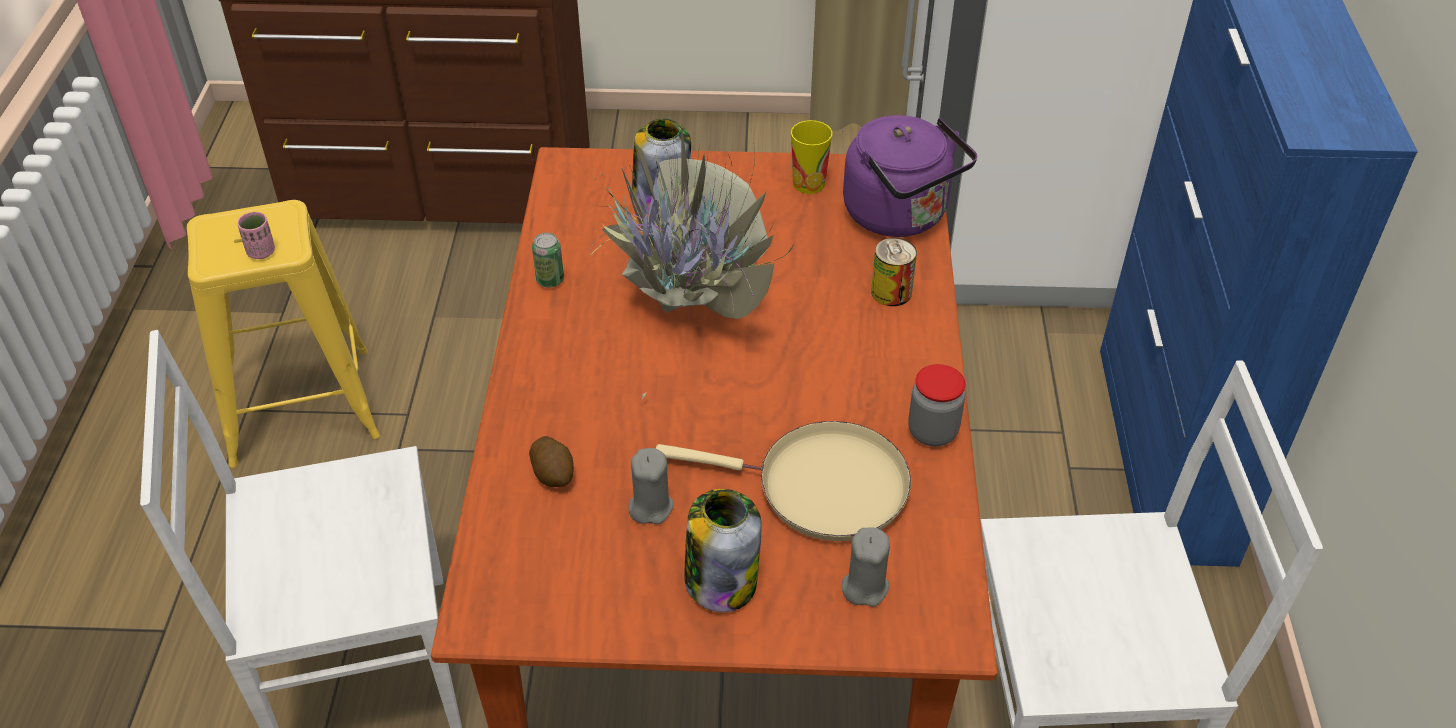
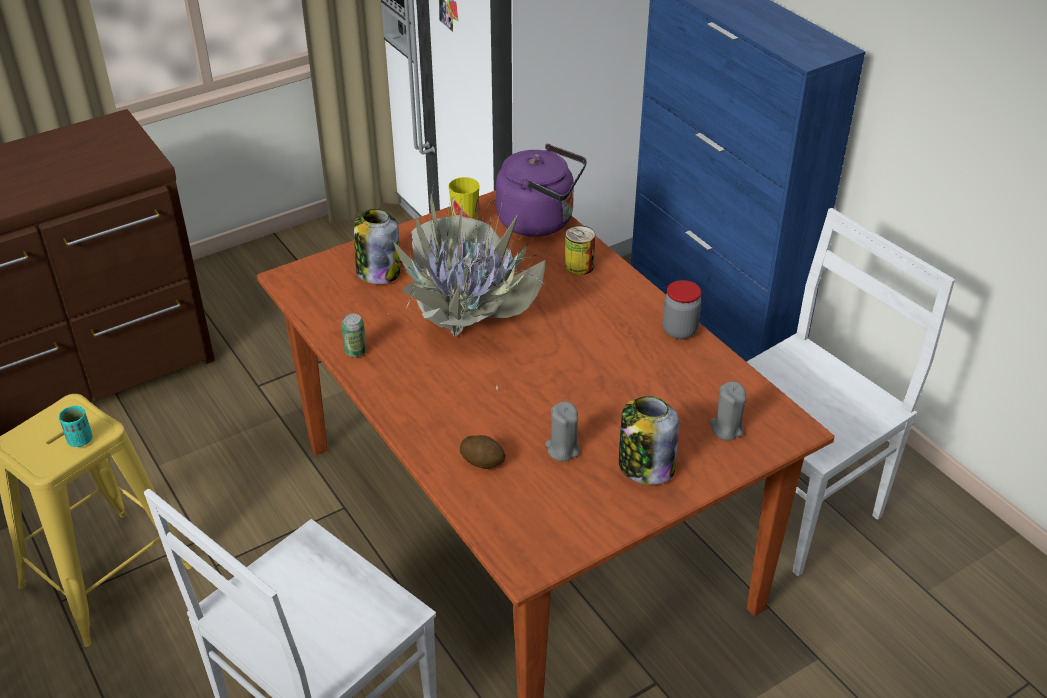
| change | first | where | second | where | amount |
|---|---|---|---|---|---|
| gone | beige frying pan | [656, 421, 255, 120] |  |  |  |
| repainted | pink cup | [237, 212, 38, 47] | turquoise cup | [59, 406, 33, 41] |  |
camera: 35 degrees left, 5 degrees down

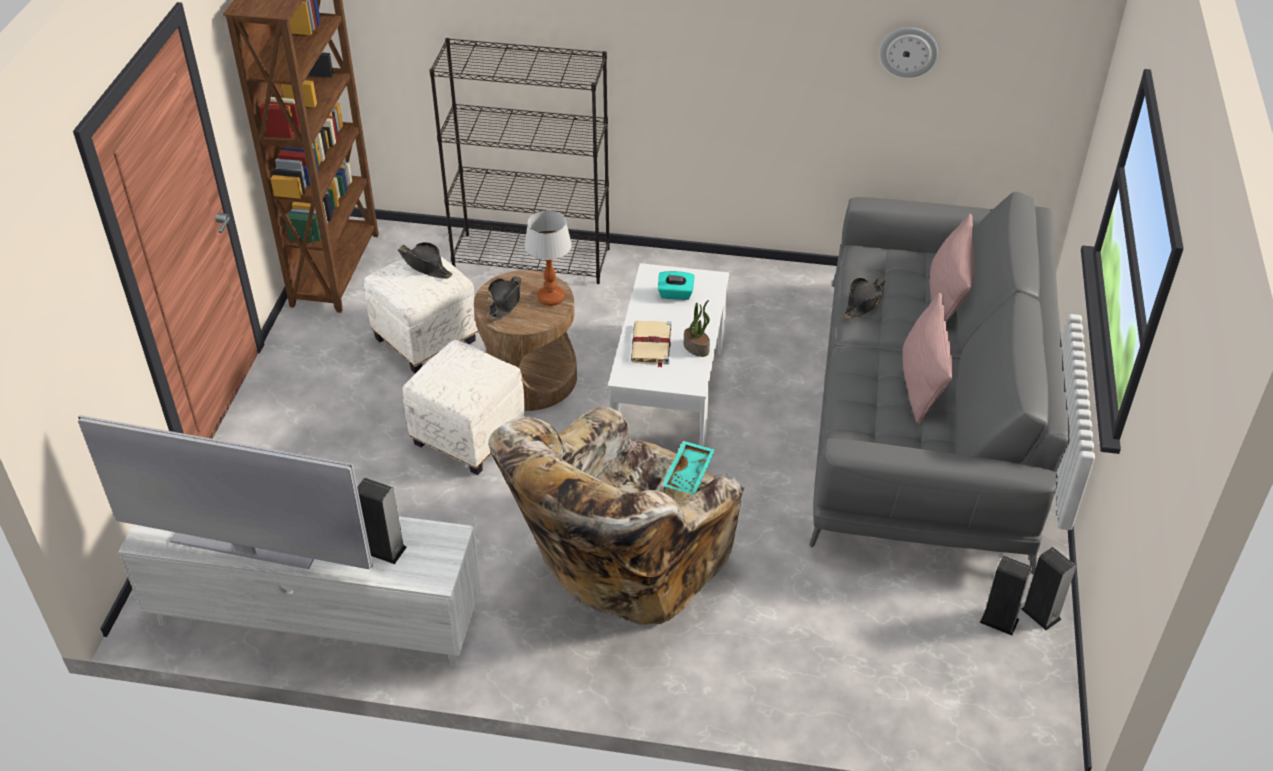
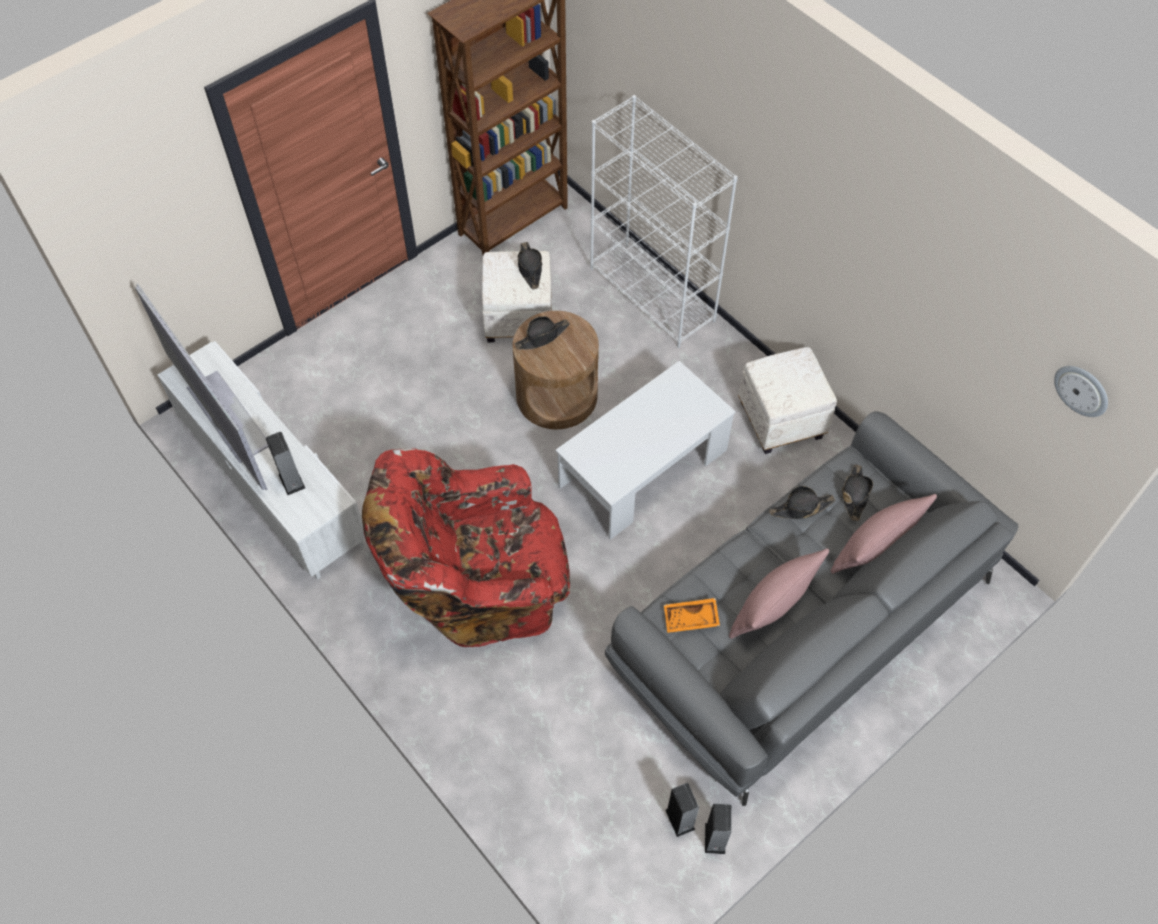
| change | first | where | second | where | amount |
|---|---|---|---|---|---|
| gone | table lamp | [524, 211, 48, 95] |  |  |  |
| gone | beige book | [631, 321, 40, 47] |  |  |  |
| gone | turquoise tissue box | [658, 271, 37, 29] |  |  |  |
| gone | turquoise tray | [662, 441, 53, 53] |  |  |  |
| gone | potted plant | [684, 300, 26, 57] |  |  |  |
| new |  |  | orange tray | [664, 598, 56, 35] |  |
| new |  |  | black hat | [842, 465, 31, 56] |  |
| shifted | white ottoman | [403, 340, 122, 135] |  | [738, 347, 99, 107] |  |
| shifted | wall clock | [880, 28, 58, 50] |  | [1054, 366, 54, 51] |  |
| repainted | black bookcase | [429, 38, 181, 246] | white bookcase | [590, 95, 148, 253] |  |
| repainted | beige armchair | [488, 406, 256, 219] | red armchair | [362, 448, 208, 199] |  |
camera: 40 degrees right, 15 degrees up

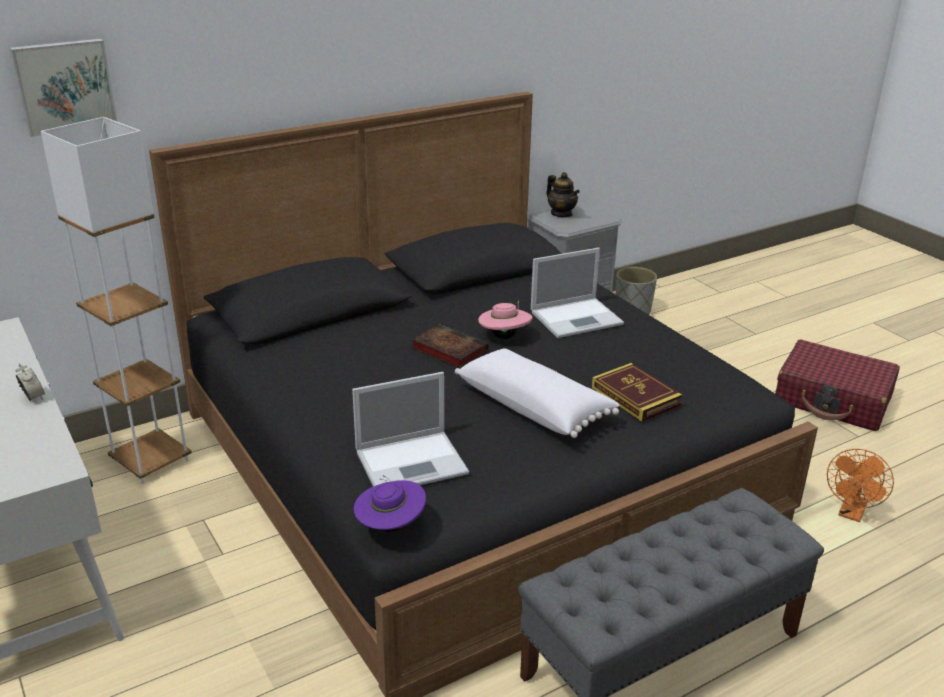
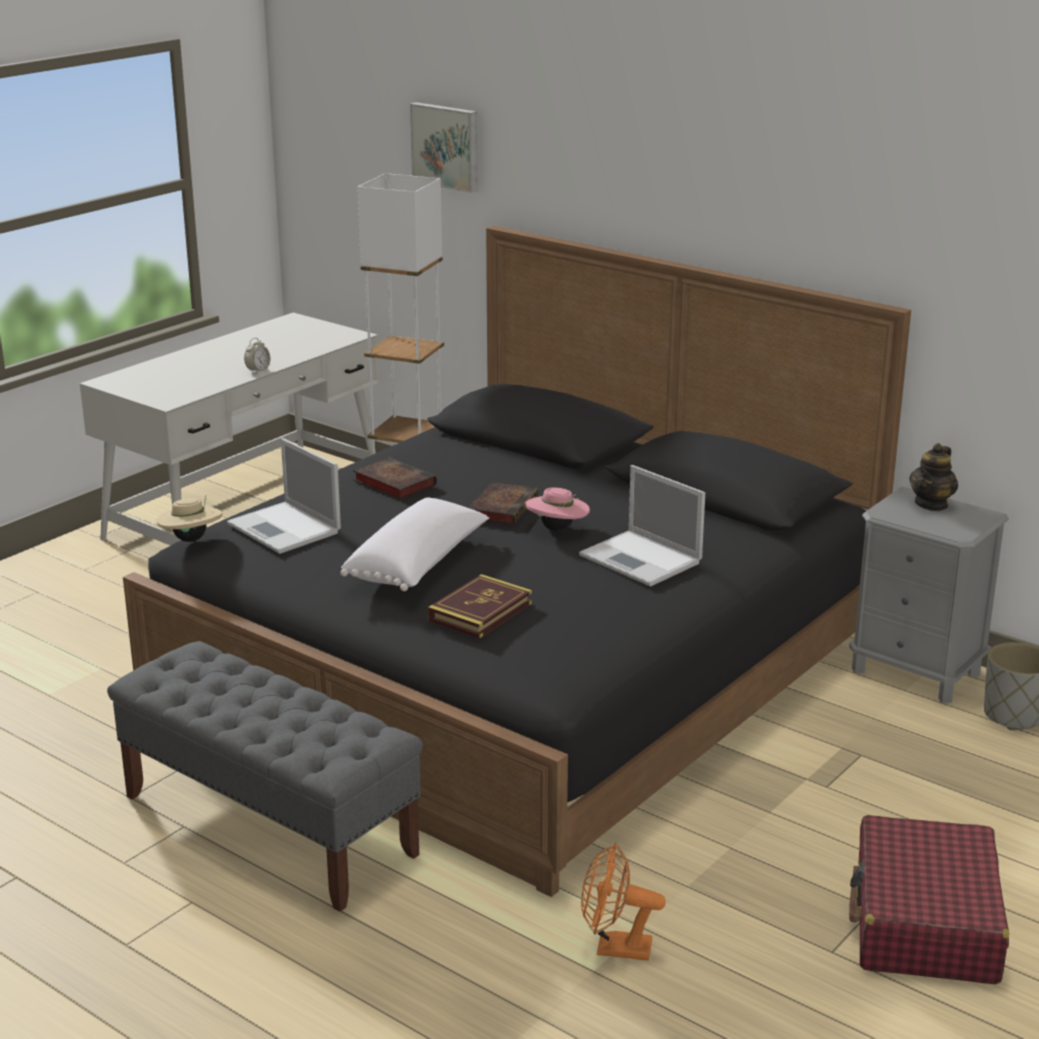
| change | first | where | second | where | amount |
|---|---|---|---|---|---|
| new |  |  | book | [353, 457, 84, 43] |  |
| repainted | purple hat | [353, 475, 73, 57] | beige hat | [156, 495, 67, 47] |  |
camera: 70 degrees right, 5 degrees down

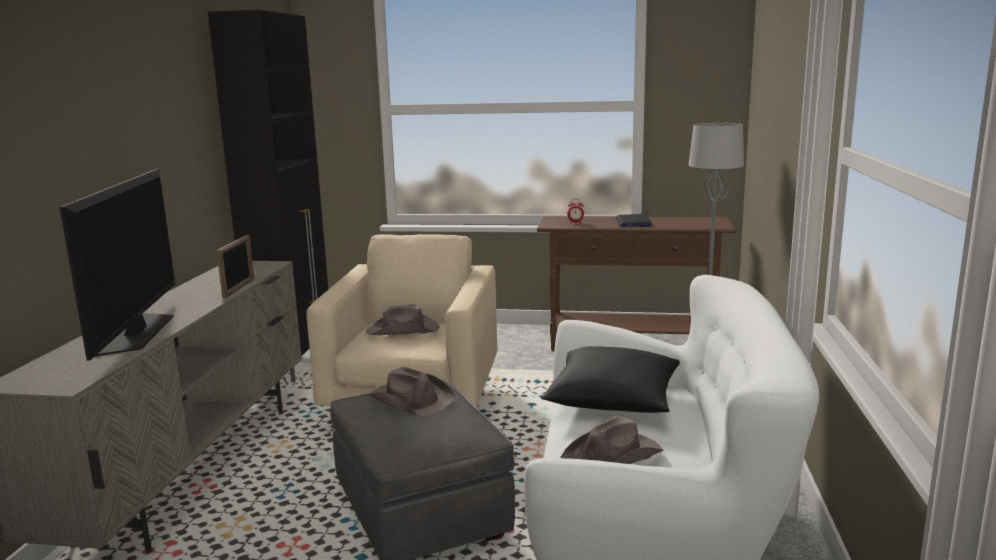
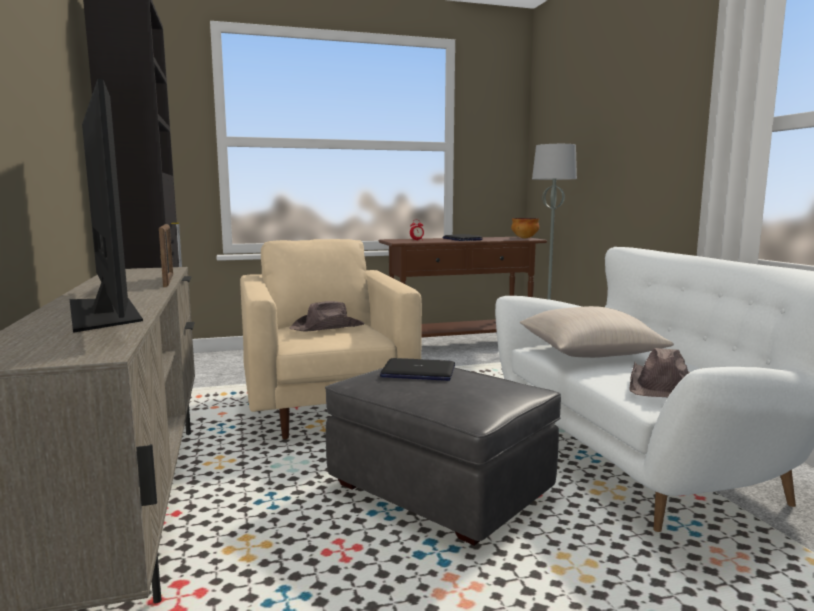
| change | first | where | second | where | amount |
|---|---|---|---|---|---|
| new |  |  | bowl | [511, 218, 28, 20] |  |
| swapped | brown hat | [369, 366, 86, 51] | laptop | [380, 358, 75, 23] |  |
| repainted | black pillow | [541, 346, 139, 67] | beige pillow | [520, 306, 154, 52] |  |
camera: 25 degrees left, 5 degrees down

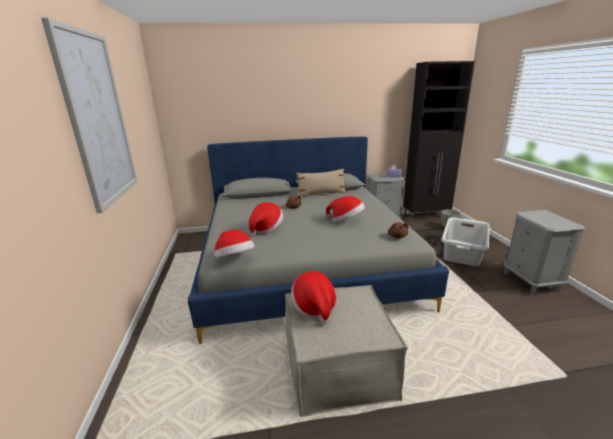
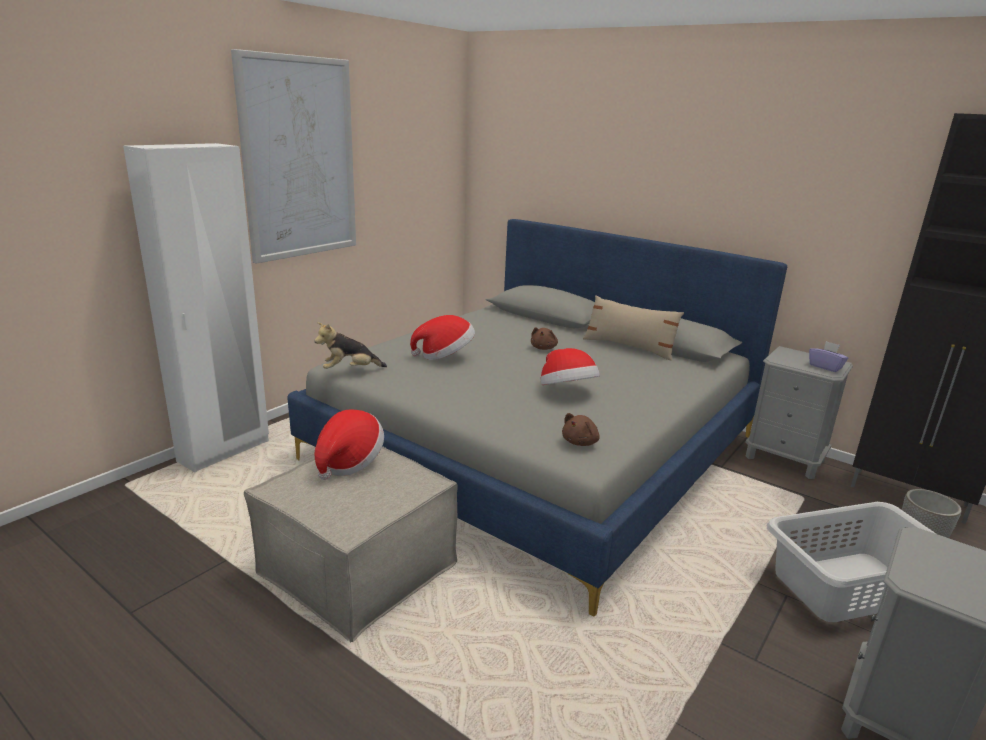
| change | first | where | second | where | amount |
|---|---|---|---|---|---|
| new |  |  | white wardrobe | [123, 143, 146, 330] |  |
| swapped | hat | [214, 230, 41, 28] | plush toy | [314, 322, 73, 47] |  |
camera: 45 degrees right, 0 degrees up

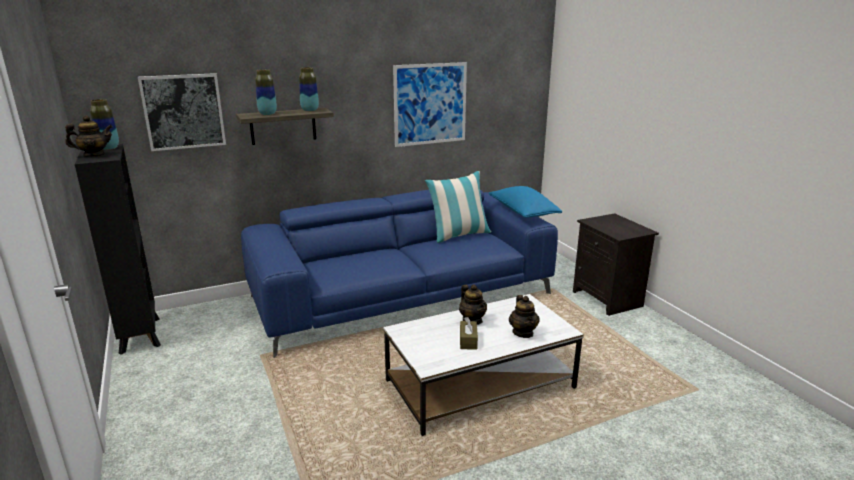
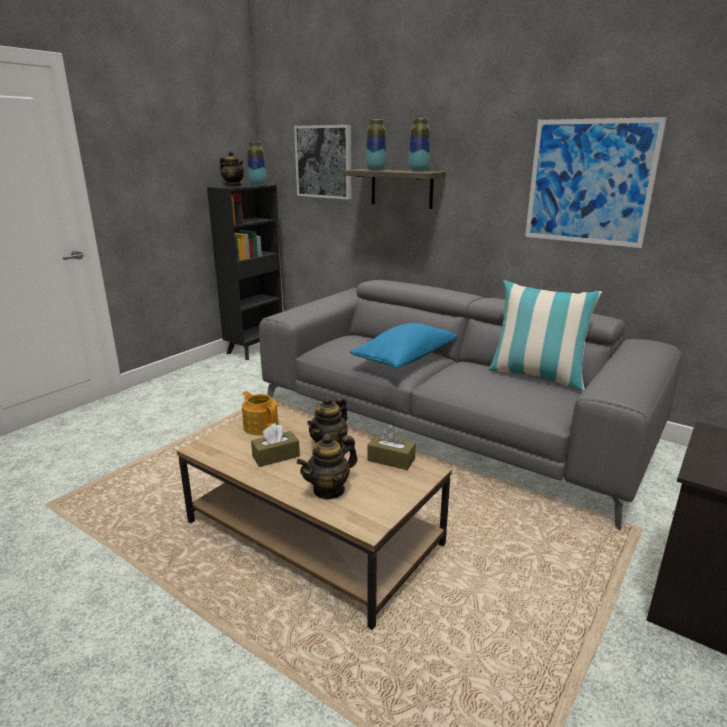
| change | first | where | second | where | amount |
|---|---|---|---|---|---|
| new |  |  | teapot | [242, 391, 36, 44] |  |
| new |  |  | brown tissue box | [367, 428, 49, 42] |  |
| shifted | blue pillow | [489, 186, 73, 32] |  | [350, 323, 108, 46] |  |
| repainted | blue sofa | [241, 190, 317, 168] | grey sofa | [259, 280, 423, 251] |  |
| repainted | white coffee table | [383, 294, 201, 142] | brown coffee table | [176, 407, 276, 223] |  |
camera: 60 degrees right, 0 degrees up

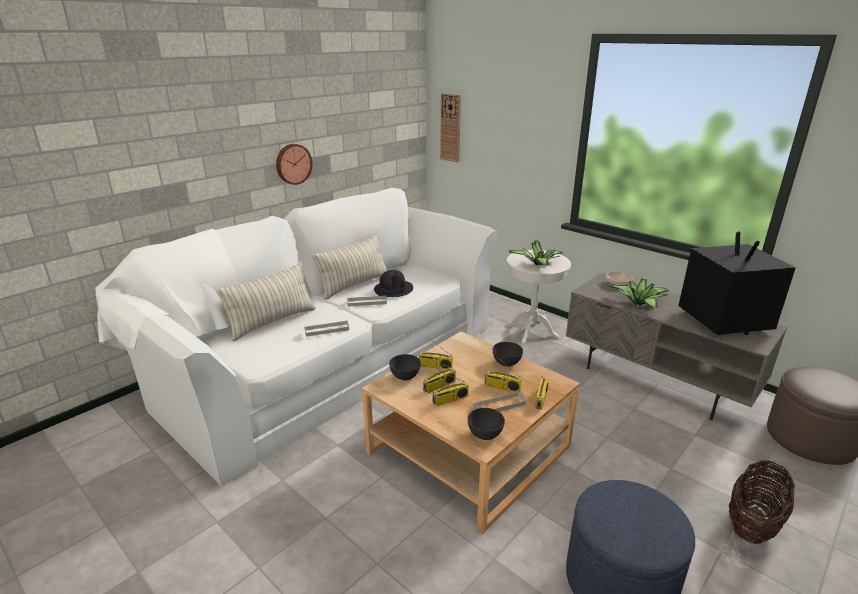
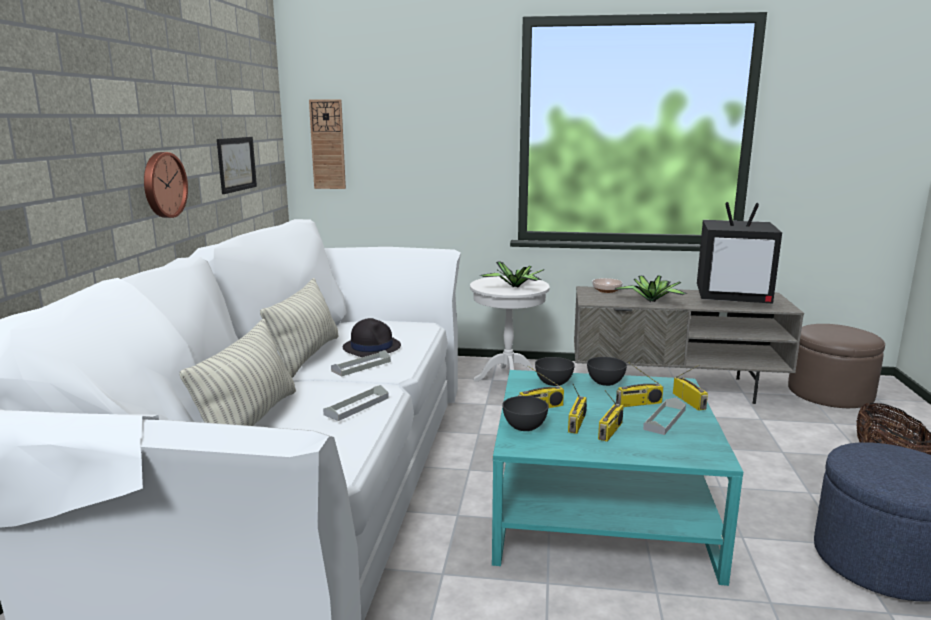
| change | first | where | second | where | amount |
|---|---|---|---|---|---|
| new |  |  | picture | [217, 137, 40, 57] |  |
| shifted | grey bowl | [468, 408, 37, 32] |  | [535, 357, 40, 29] |  |
| repainted | beige coffee table | [362, 331, 218, 204] | turquoise coffee table | [492, 370, 251, 216] |  |
| rotated | television | [678, 231, 118, 104] |  | [697, 202, 85, 102] | 150 degrees clockwise |
camera: 35 degrees left, 10 degrees down

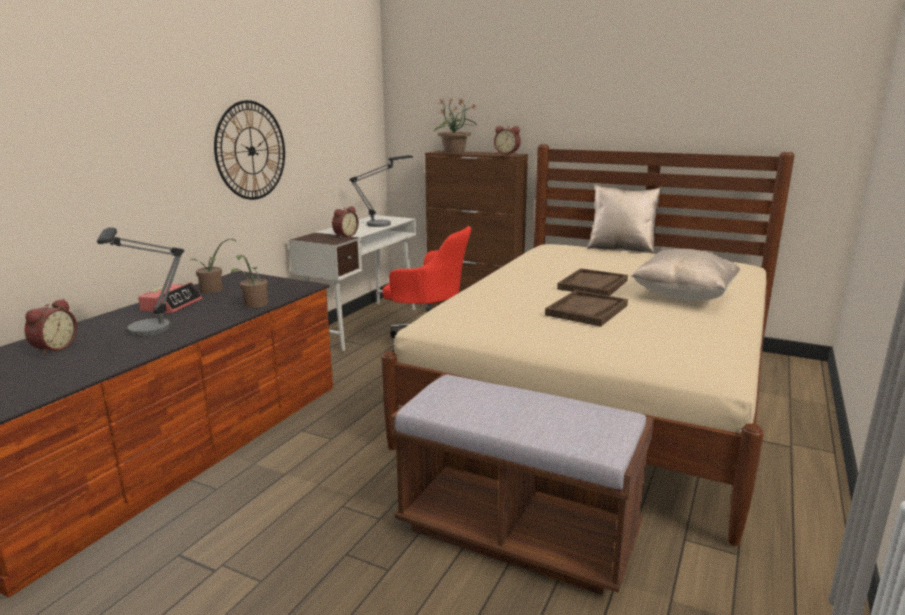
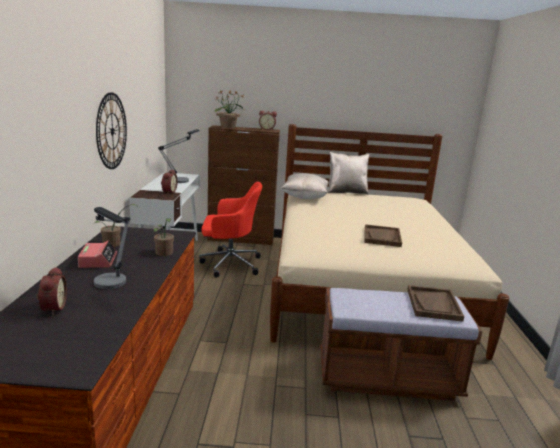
| change | first | where | second | where | amount |
|---|---|---|---|---|---|
| shifted | brown tray | [557, 268, 71, 28] |  | [407, 285, 57, 37] |  |
| shifted | beige pillow | [631, 249, 109, 52] |  | [281, 173, 48, 27] |  |
camera: 25 degrees left, 0 degrees up

